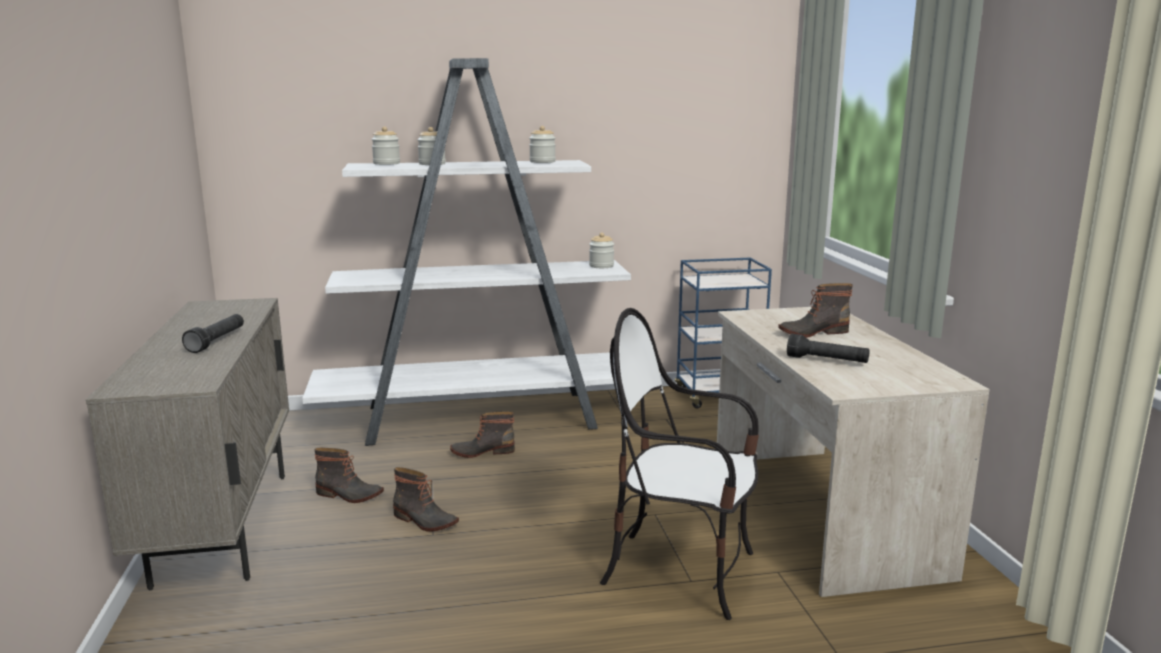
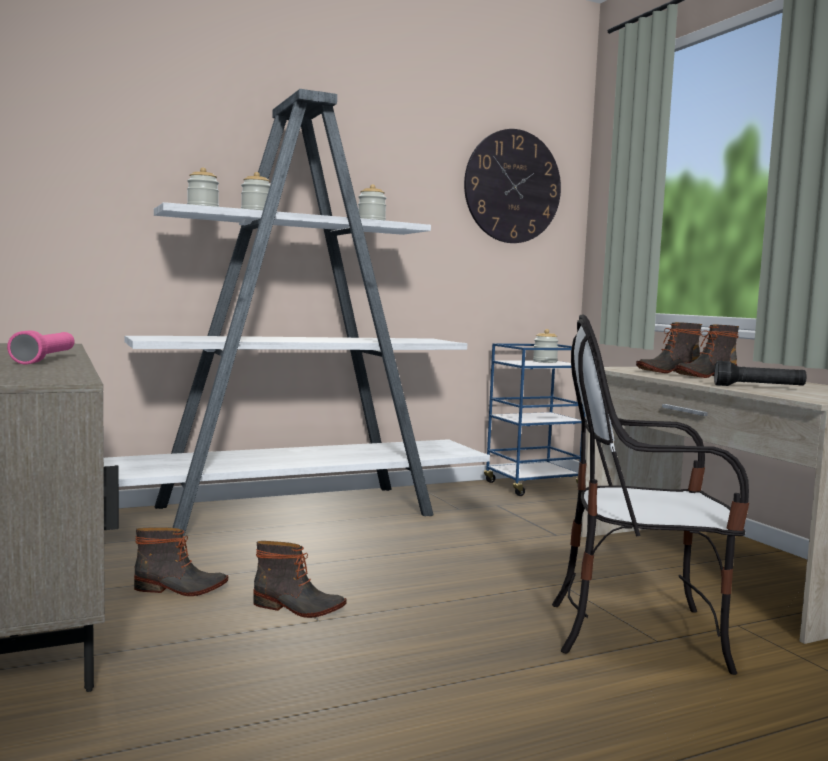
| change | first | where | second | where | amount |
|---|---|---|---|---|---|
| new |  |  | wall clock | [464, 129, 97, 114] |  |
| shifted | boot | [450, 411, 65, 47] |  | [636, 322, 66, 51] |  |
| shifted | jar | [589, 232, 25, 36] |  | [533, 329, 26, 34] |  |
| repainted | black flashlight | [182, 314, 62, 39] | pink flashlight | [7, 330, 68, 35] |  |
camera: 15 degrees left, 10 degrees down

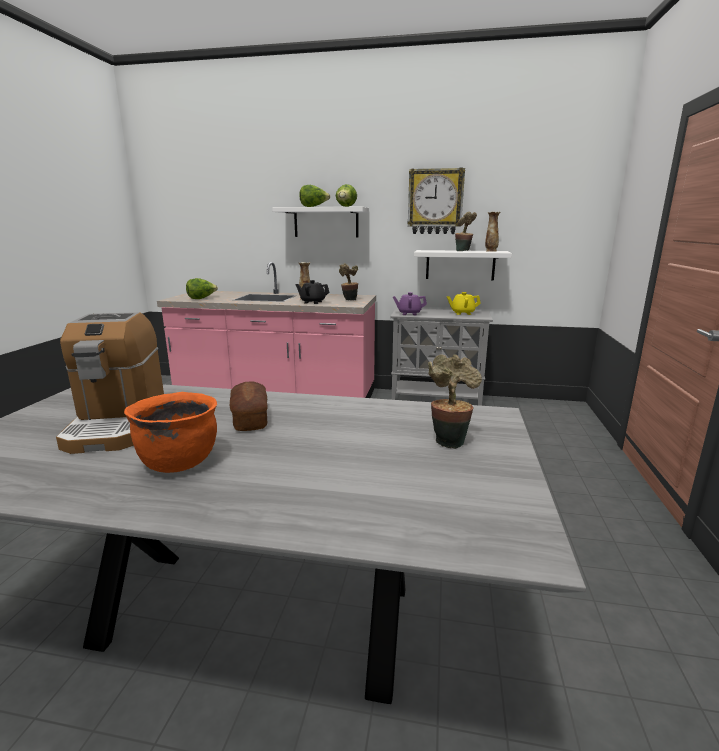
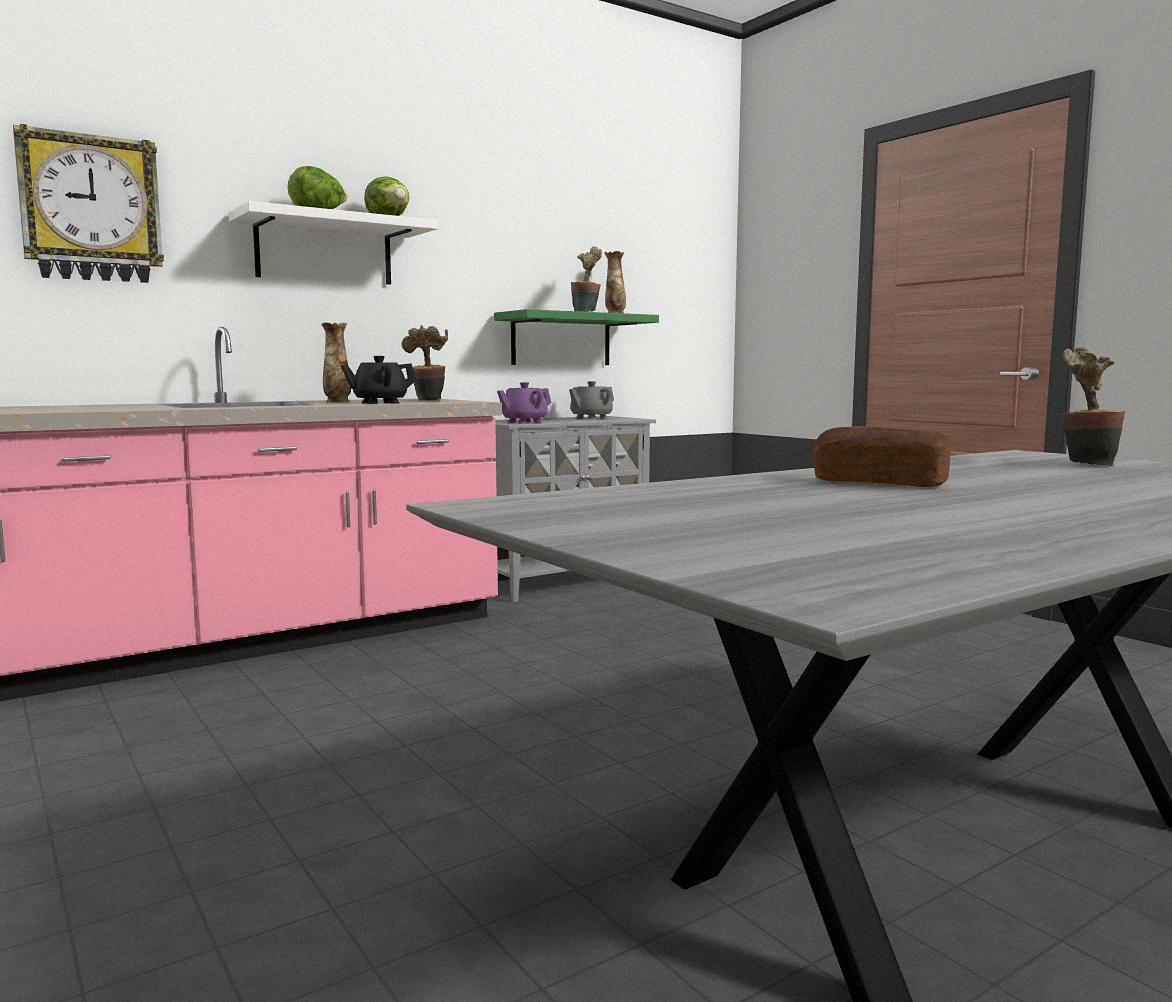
| change | first | where | second | where | amount |
|---|---|---|---|---|---|
| gone | coffee machine | [56, 312, 108, 142] |  |  |  |
| gone | orange cooking pot | [124, 392, 93, 81] |  |  |  |
| gone | lettuce | [186, 278, 32, 21] |  |  |  |
| shifted | wall clock | [407, 168, 58, 66] |  | [13, 124, 151, 159] |  |
| repainted | white shelf | [414, 250, 98, 30] | green shelf | [494, 309, 165, 56] |  |
| repainted | yellow teapot | [447, 292, 34, 23] | grey teapot | [569, 381, 45, 38] |  |
camera: 45 degrees left, 10 degrees down

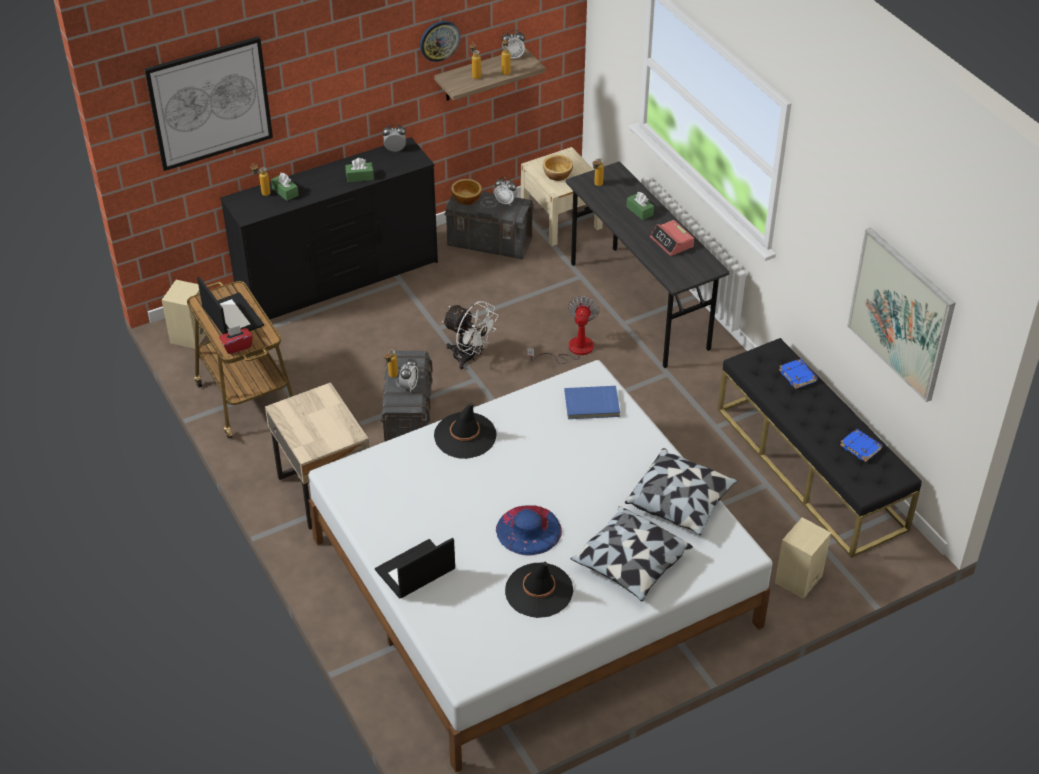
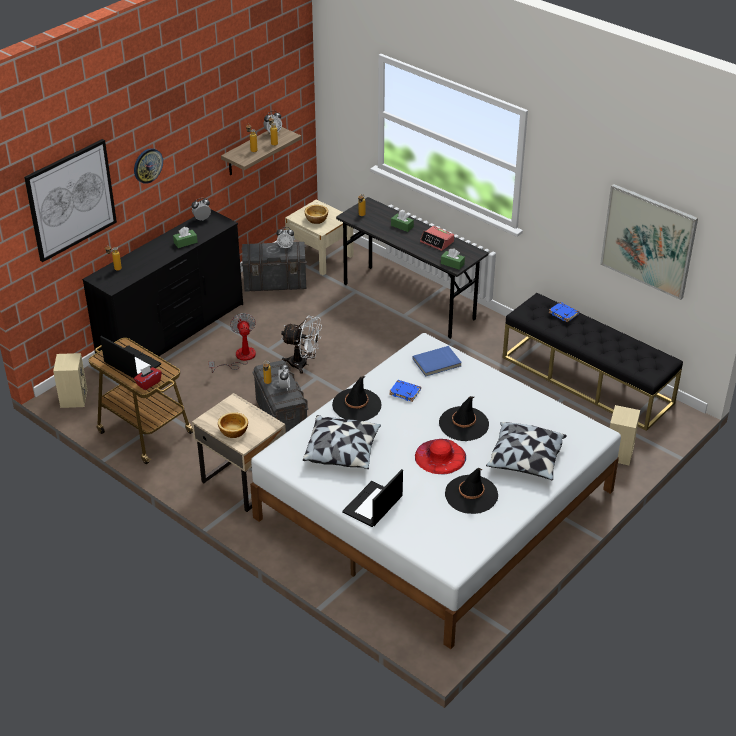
| change | first | where | second | where | amount |
|---|---|---|---|---|---|
| new |  |  | black hat | [439, 396, 50, 45] |  |
| shifted | green tissue box | [271, 173, 28, 28] |  | [441, 248, 24, 22] |  |
| shifted | wall clock | [420, 21, 40, 41] |  | [134, 148, 29, 36] |  |
| shifted | bowl | [451, 179, 31, 26] |  | [218, 412, 30, 26] |  |
| shifted | fan | [527, 296, 73, 68] |  | [209, 313, 47, 60] |  |
| shifted | pillow | [625, 448, 113, 87] |  | [303, 415, 78, 54] |  |
| shifted | blue book | [840, 429, 43, 33] |  | [389, 380, 32, 22] |  |
| repainted | blue hat | [496, 505, 66, 51] | red hat | [415, 439, 51, 35] |  |
camera: 20 degrees left, 5 degrees down

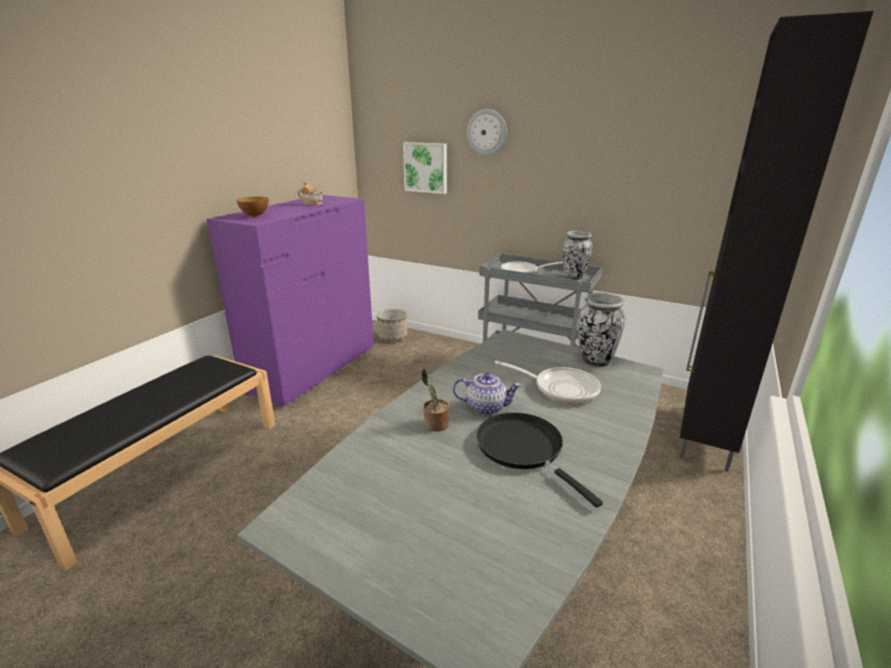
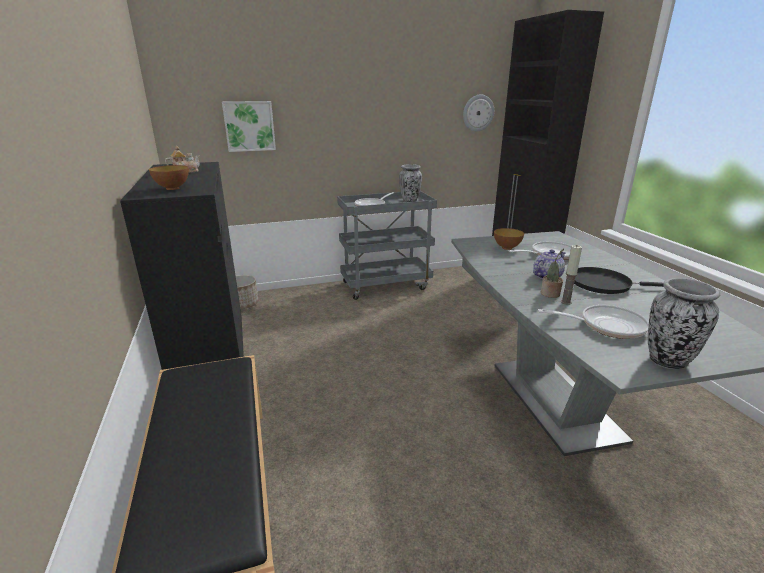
| change | first | where | second | where | amount |
|---|---|---|---|---|---|
| new |  |  | bowl | [494, 228, 30, 22] |  |
| new |  |  | frying pan | [538, 305, 111, 34] |  |
| new |  |  | candle | [561, 245, 21, 60] |  |
| shifted | wall clock | [467, 109, 40, 47] |  | [463, 94, 31, 37] |  |
| shifted | vase | [578, 293, 48, 74] |  | [648, 278, 72, 91] |  |
| repainted | purple dresser | [207, 195, 167, 213] | black dresser | [120, 162, 124, 208] |  |
camera: 45 degrees left, 0 degrees up

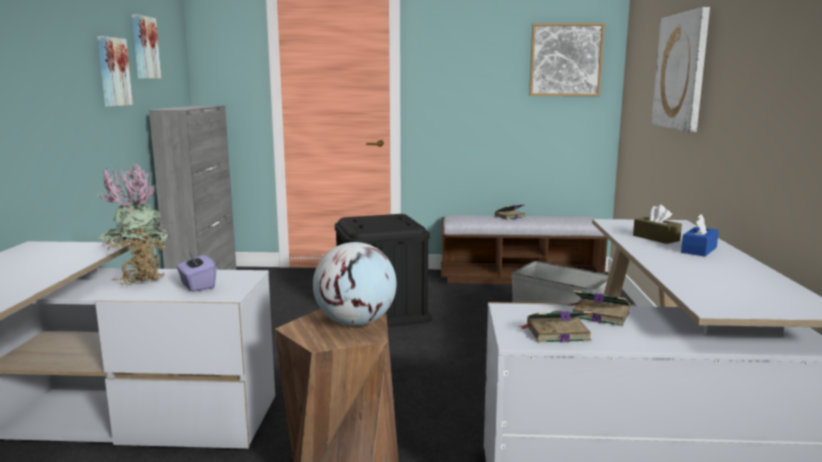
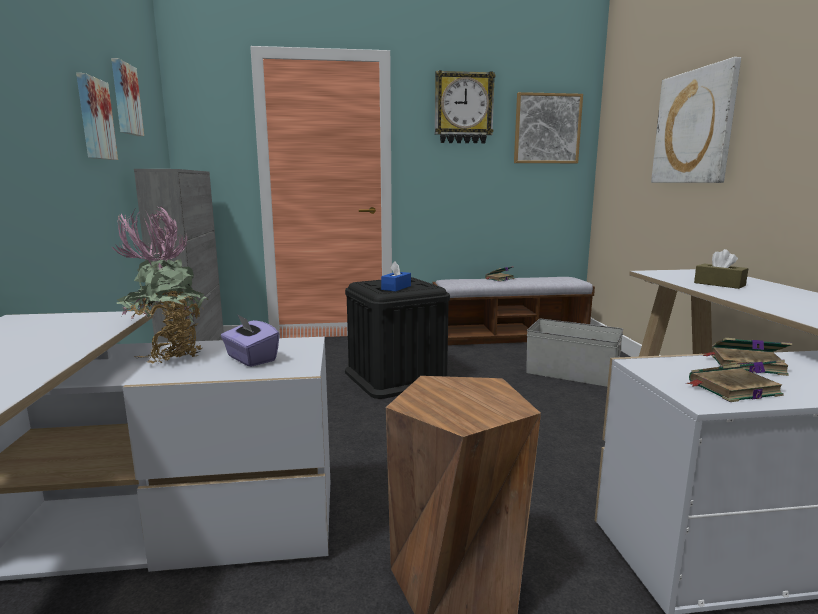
| change | first | where | second | where | amount |
|---|---|---|---|---|---|
| gone | globe | [313, 242, 84, 84] |  |  |  |
| new |  |  | wall clock | [435, 70, 60, 73] |  |
| shifted | blue tissue box | [681, 214, 38, 43] |  | [381, 261, 30, 31] |  |
camera: 10 degrees left, 0 degrees up

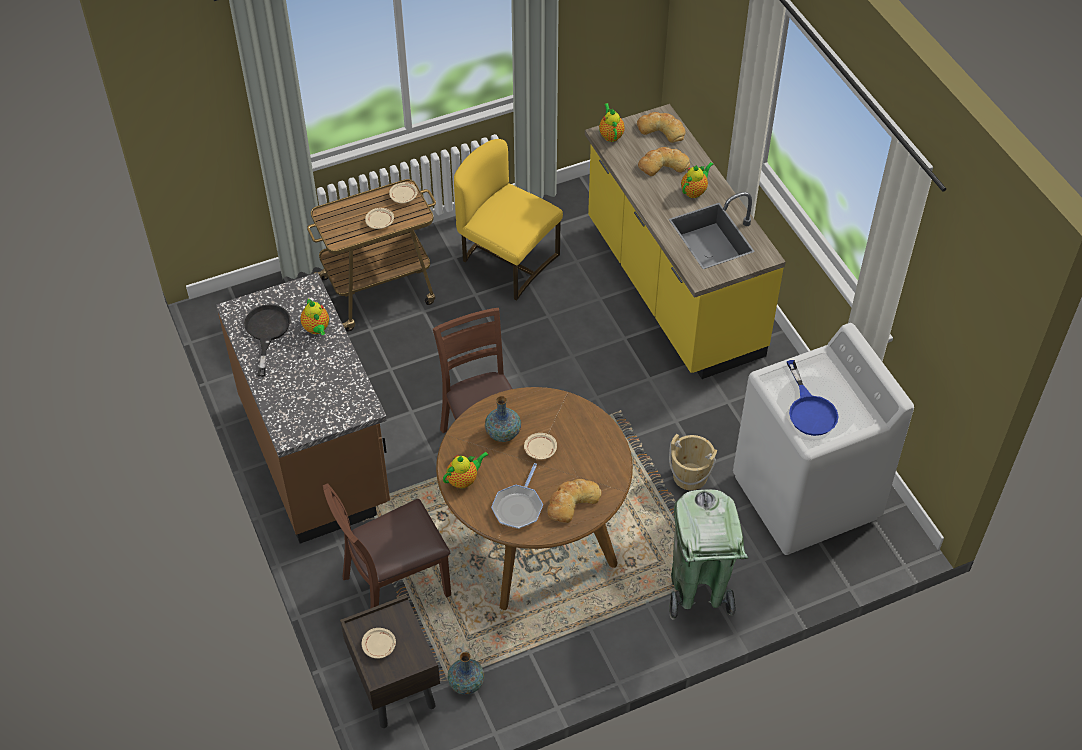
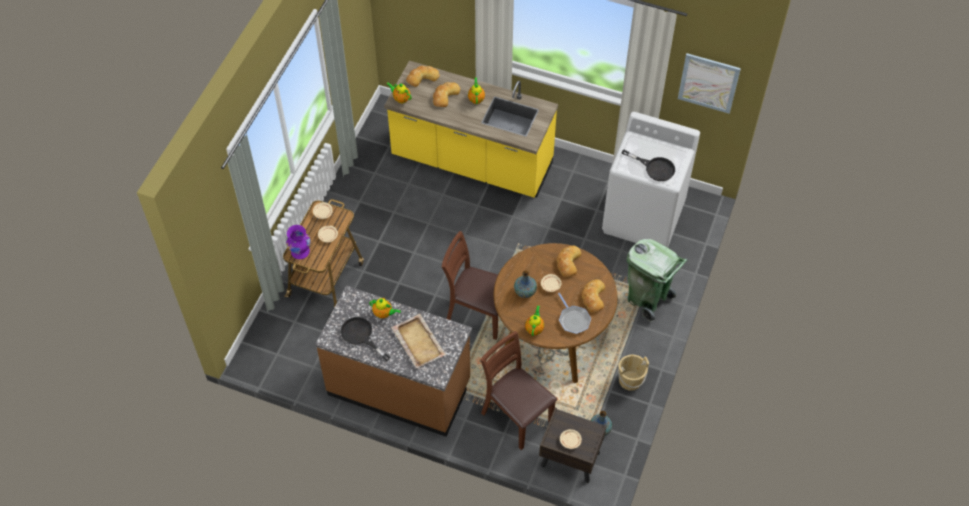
| change | first | where | second | where | amount |
|---|---|---|---|---|---|
| gone | yellow chair | [454, 139, 109, 162] |  |  |  |
| new |  |  | purple vase | [286, 225, 24, 34] |  |
| new |  |  | beige tray | [391, 314, 55, 54] |  |
| new |  |  | bread | [557, 246, 24, 31] |  |
| new |  |  | picture | [678, 53, 63, 61] |  |
| shifted | beige bucket | [669, 434, 48, 56] |  | [618, 355, 31, 36] |  |
| repainted | blue frying pan | [787, 360, 52, 76] | black frying pan | [621, 150, 54, 31] |  |
| rotated | brown chair | [323, 483, 128, 125] |  | [480, 331, 77, 119] | 120 degrees clockwise |
camera: 45 degrees left, 5 degrees up

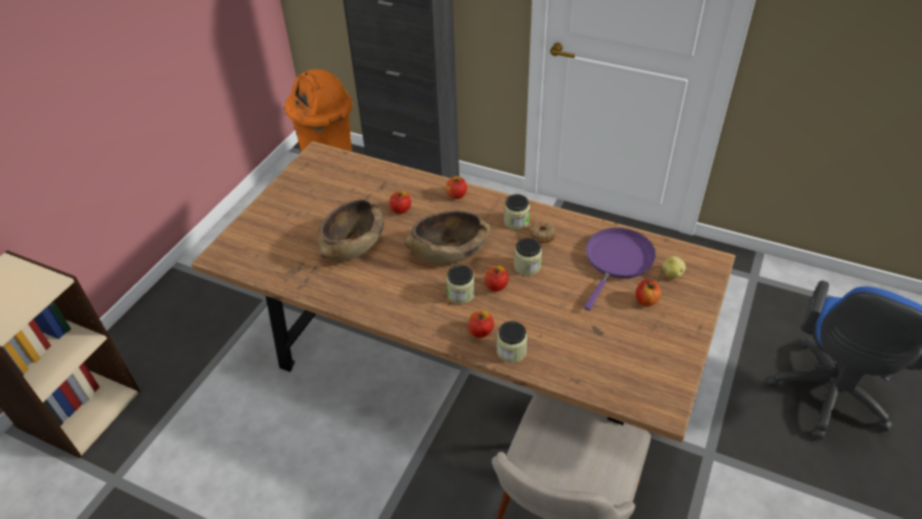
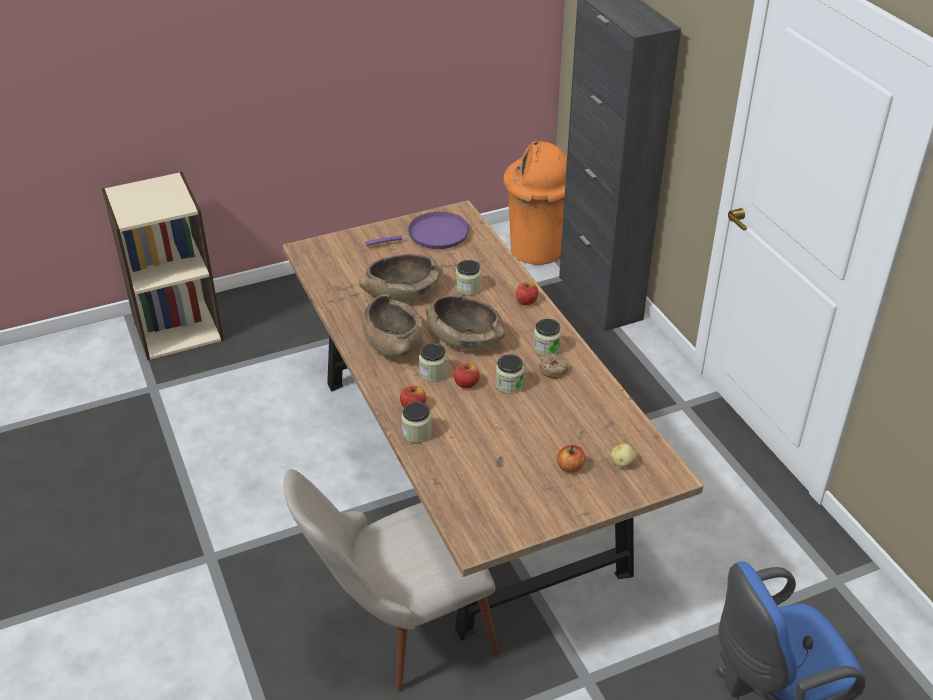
| change | first | where | second | where | amount |
|---|---|---|---|---|---|
| new |  |  | brown bowl | [363, 294, 60, 64] |  |
| shifted | purple frying pan | [584, 228, 72, 83] |  | [365, 212, 104, 37] |  |
| swapped | apple | [389, 191, 22, 23] | jar | [456, 260, 25, 35] |  |
camera: 40 degrees right, 5 degrees down

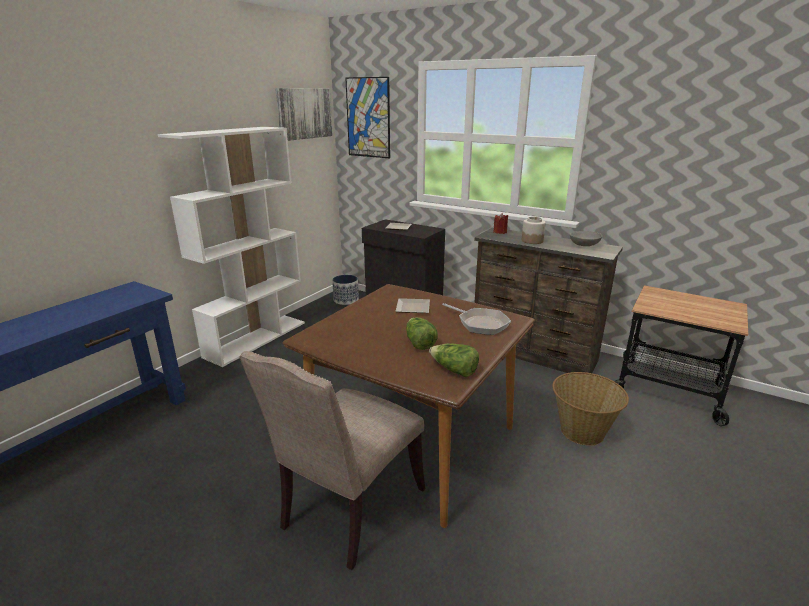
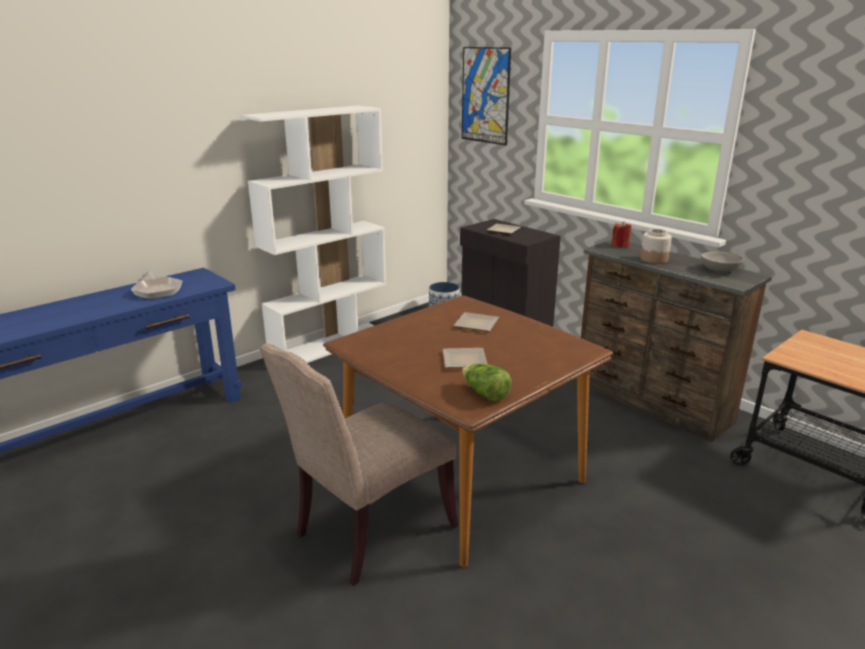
| change | first | where | second | where | amount |
|---|---|---|---|---|---|
| gone | picture | [275, 88, 58, 53] |  |  |  |
| gone | basket | [552, 372, 77, 74] |  |  |  |
| shifted | frying pan | [442, 303, 69, 32] |  | [131, 271, 51, 28] |  |
| swapped | lettuce | [406, 318, 32, 32] | plate | [443, 348, 44, 20] |  |
camera: 15 degrees right, 0 degrees up

